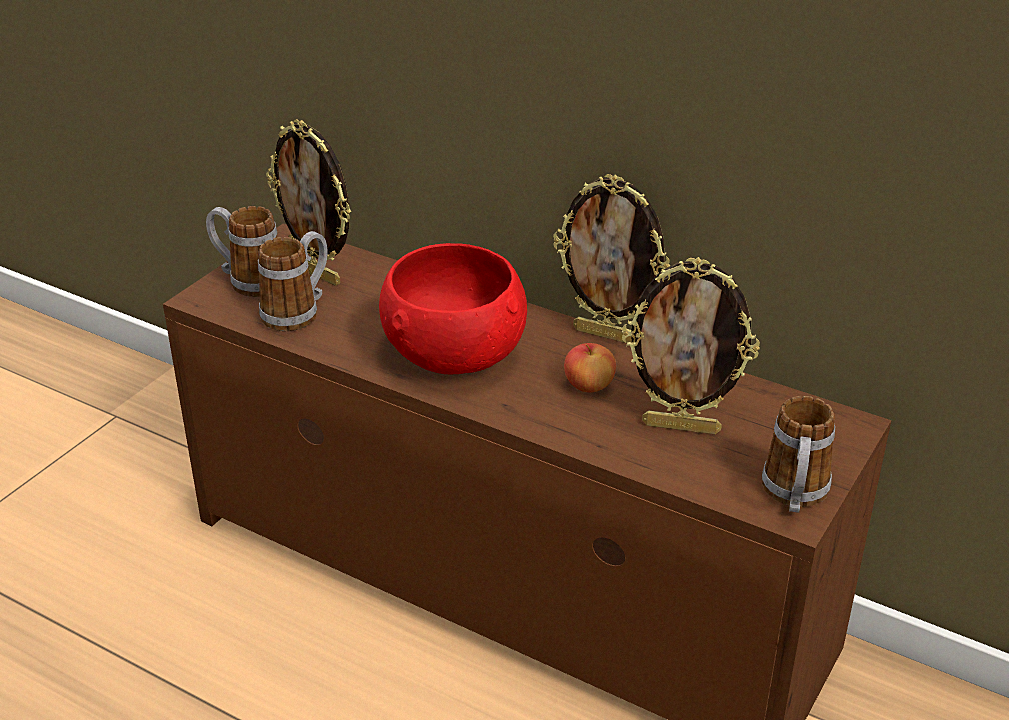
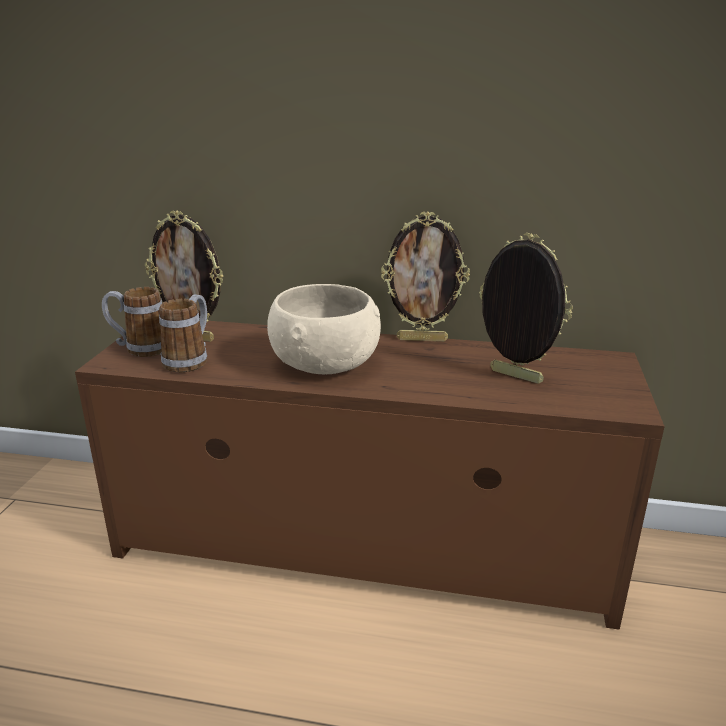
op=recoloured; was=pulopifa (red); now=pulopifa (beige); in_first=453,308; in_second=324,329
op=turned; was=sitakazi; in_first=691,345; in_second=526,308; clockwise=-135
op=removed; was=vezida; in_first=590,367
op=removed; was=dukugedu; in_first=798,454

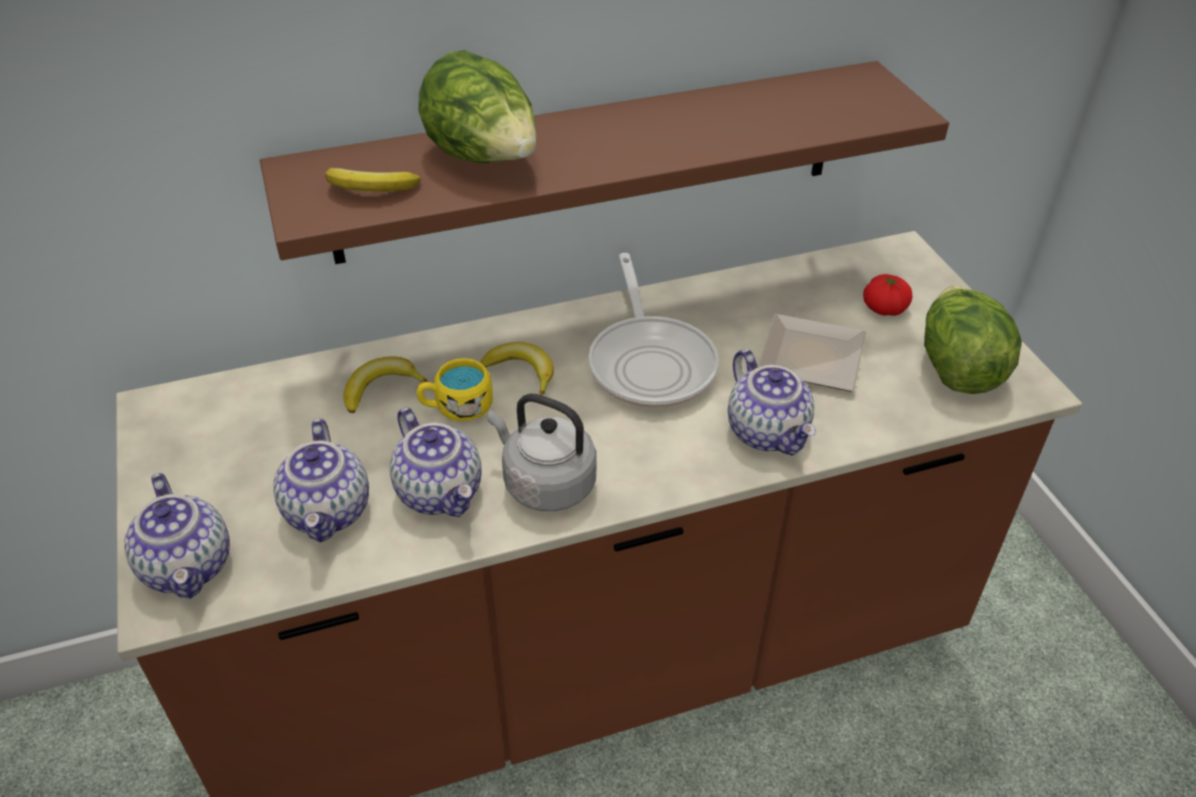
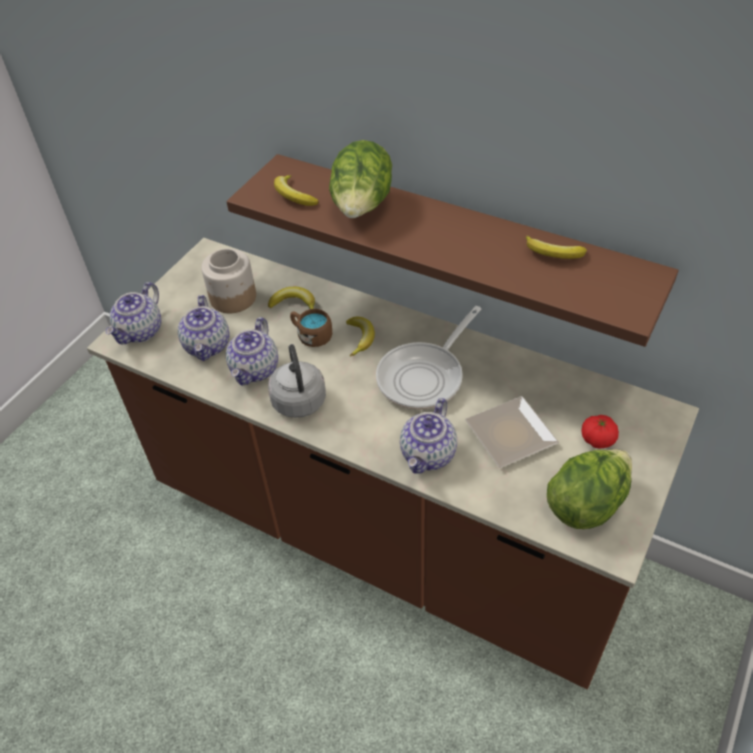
op=recoloured; was=dukugedu (yellow); now=dukugedu (brown); in_first=455,389; in_second=311,328
op=turned; was=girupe; in_first=321,480; in_second=203,328; clockwise=-45
op=added; now=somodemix; in_second=556,247
op=added; now=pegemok; in_second=228,280

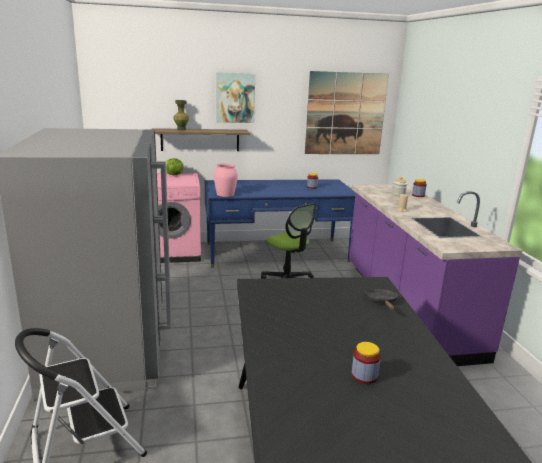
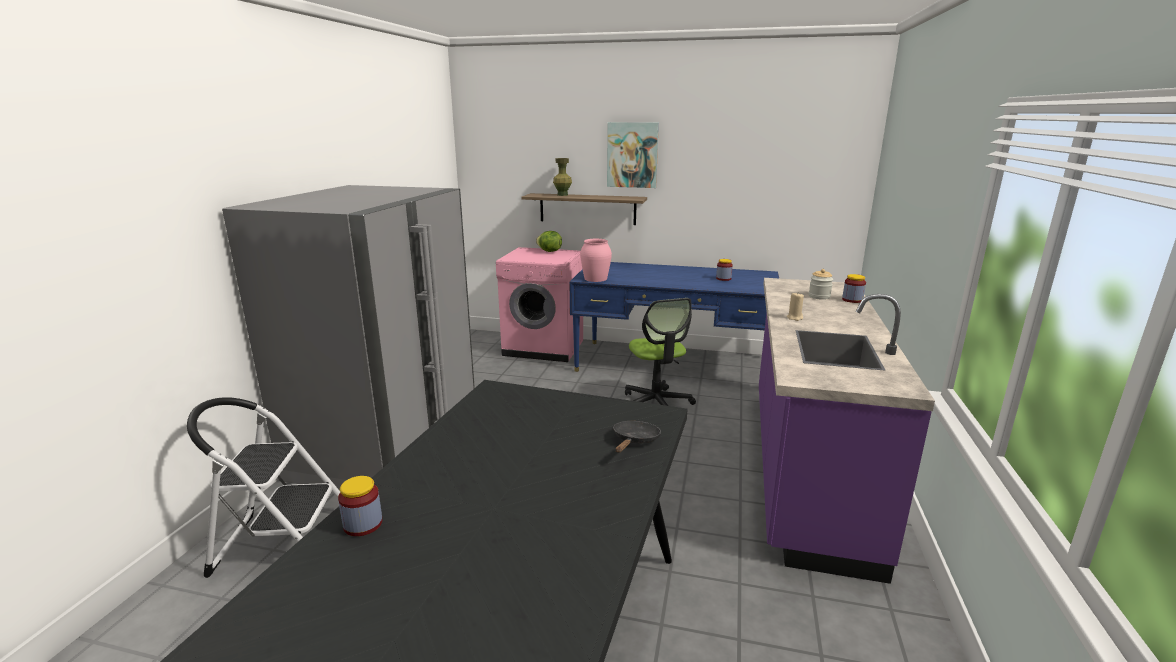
op=removed; was=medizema; in_first=347,112
op=moved; was=pegemok; in_first=366,363; in_second=360,506

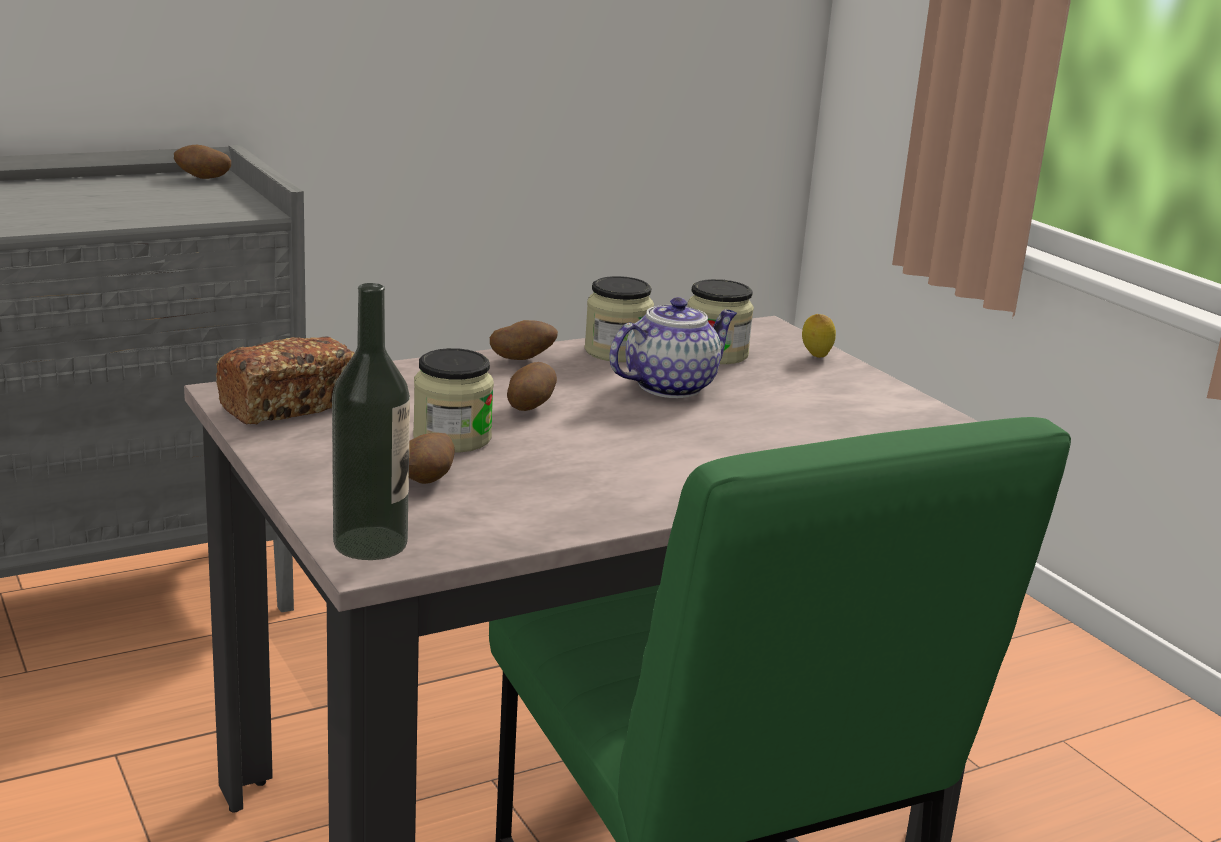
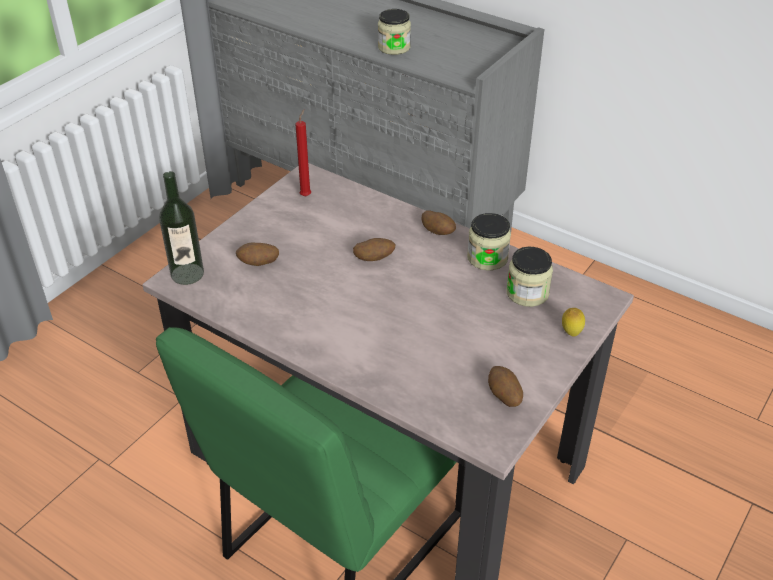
op=moved; was=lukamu; in_first=202,162; in_second=505,386
op=removed; was=girupe; in_first=673,347
op=replaced; was=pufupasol; now=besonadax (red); in_first=285,380; in_second=303,153
op=moved; was=pegemok; in_first=453,400; in_second=394,32

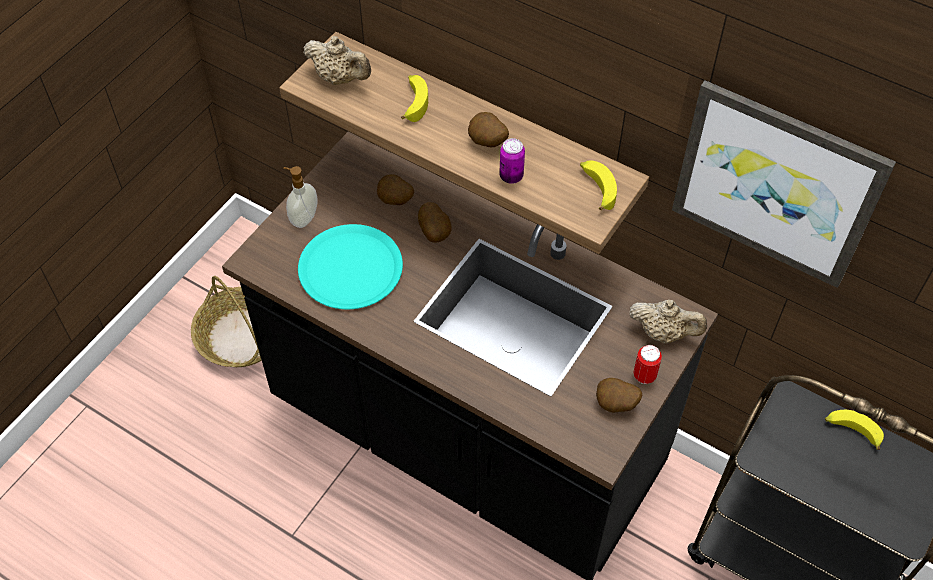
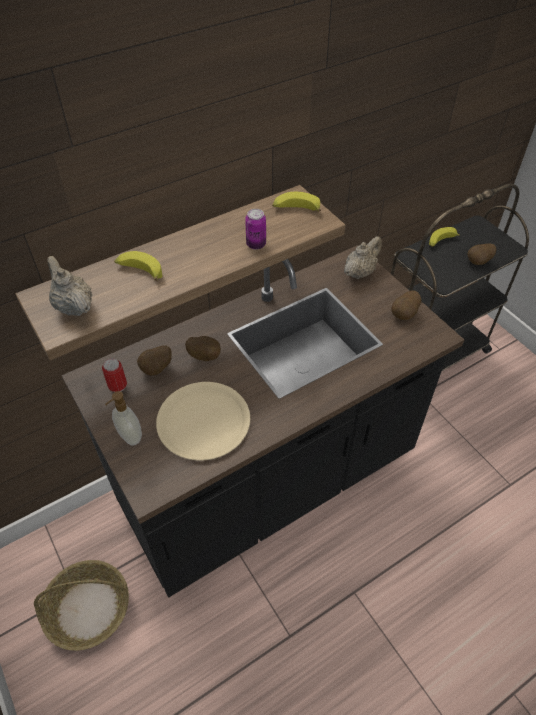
op=turned; was=girupe (beige); in_first=337,60; in_second=69,286; clockwise=-90
op=removed; was=medizema; in_first=784,184
op=moved; was=lukamu; in_first=488,129; in_second=481,254
op=recoloured; was=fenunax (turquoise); now=fenunax (beige); in_first=350,266; in_second=203,421
op=moved; was=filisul; in_first=648,364; in_second=114,375

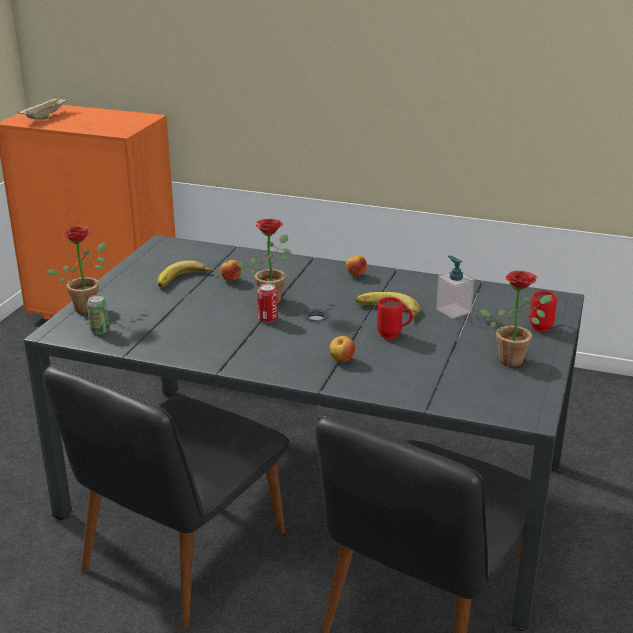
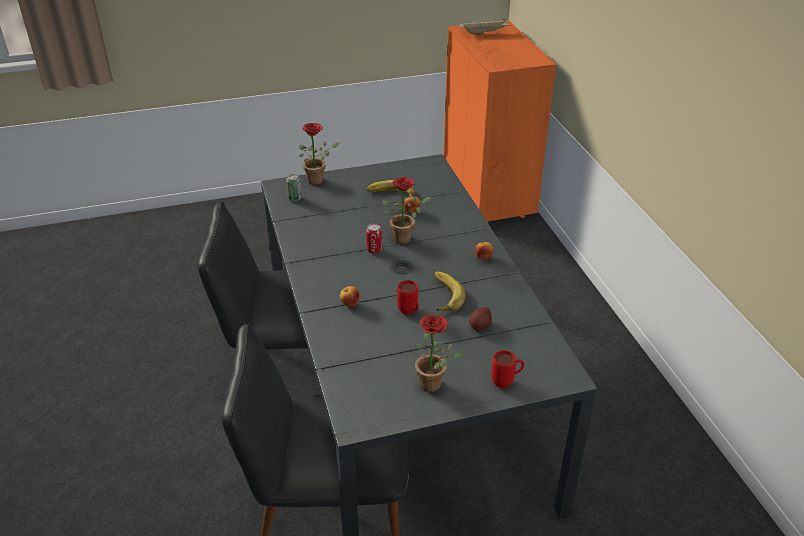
op=replaced; was=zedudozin; now=lukamu; in_first=455,287; in_second=480,319

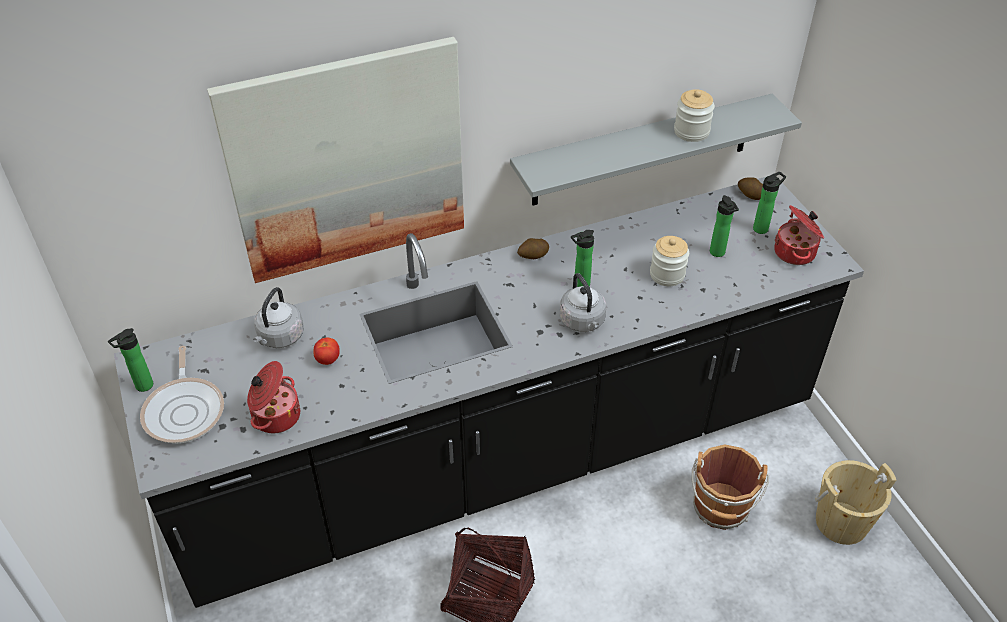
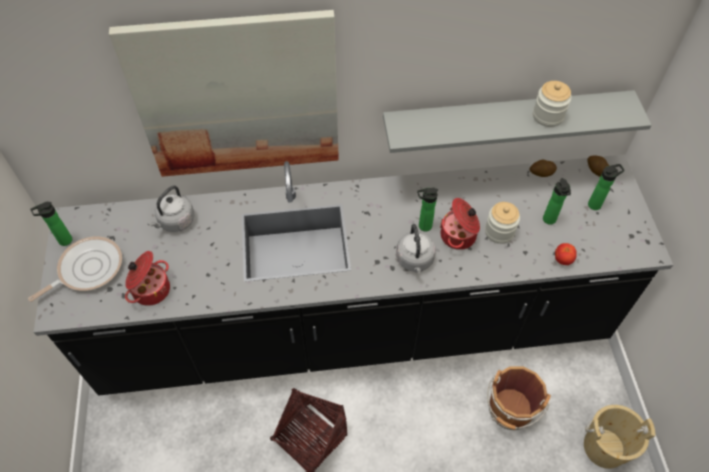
op=moved; was=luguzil; in_first=799,235; in_second=460,224
op=moved; was=lukamu; in_first=533,248; in_second=543,168
op=moved; was=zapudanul; in_first=326,351; in_second=566,254
op=turned; was=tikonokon; in_first=182,394; in_second=75,269; clockwise=-135

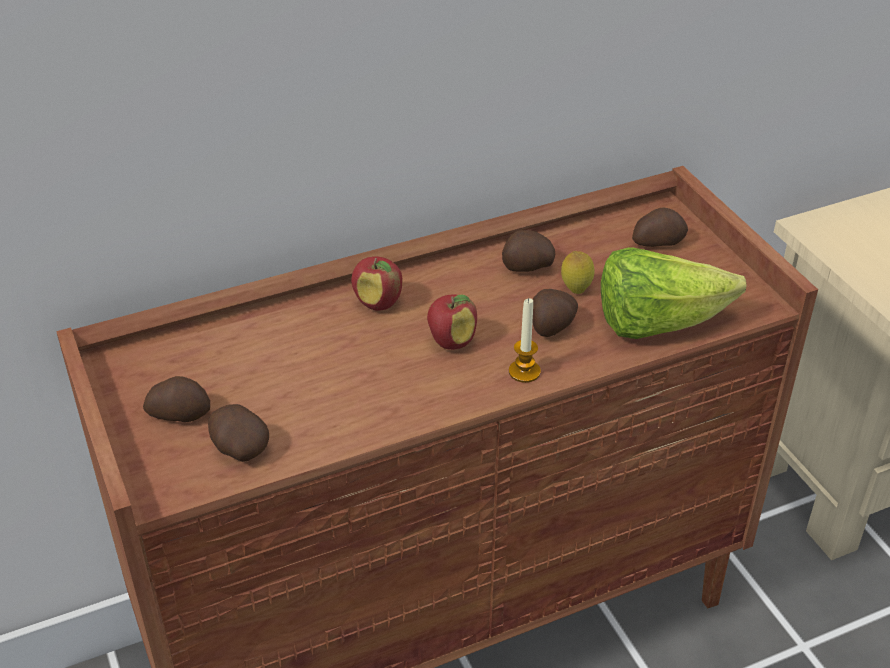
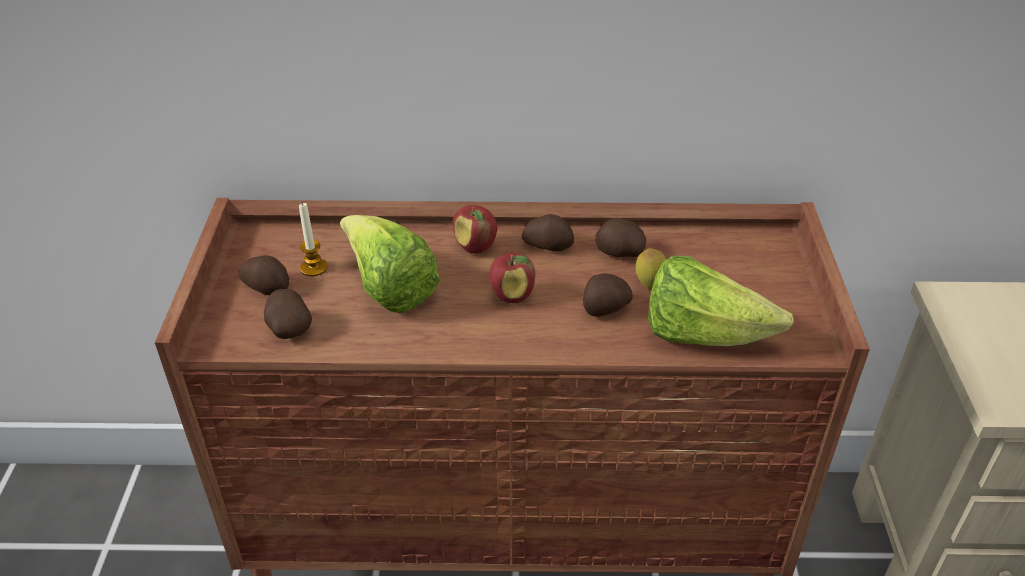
op=moved; was=lukamu; in_first=660,227; in_second=548,233
op=moved; was=besonadax; in_first=525,340; in_second=313,239
op=added; now=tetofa; in_second=390,264

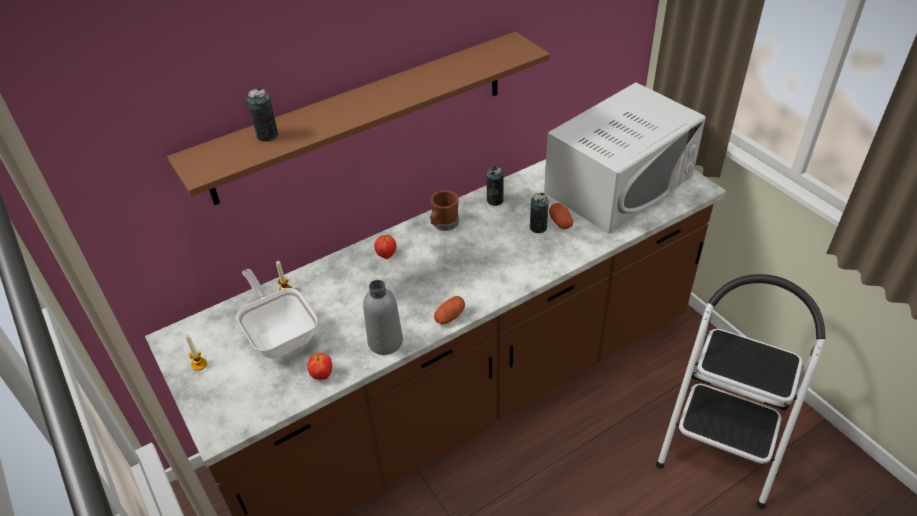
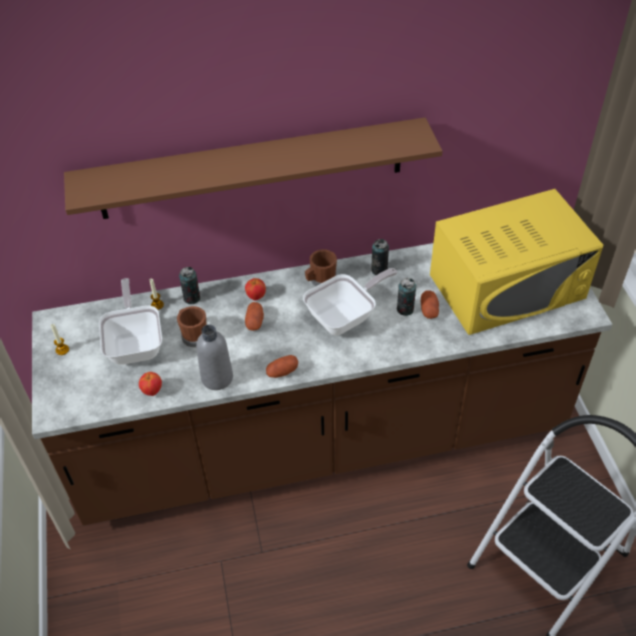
op=recoloured; was=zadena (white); now=zadena (yellow); in_first=625,158; in_second=516,262
op=moved; was=filisul; in_first=262,115; in_second=189,285
op=added; now=tikonokon; in_second=350,301
op=added; now=lukamu; in_second=254,316
op=added; now=dukugedu (brown); in_second=192,326

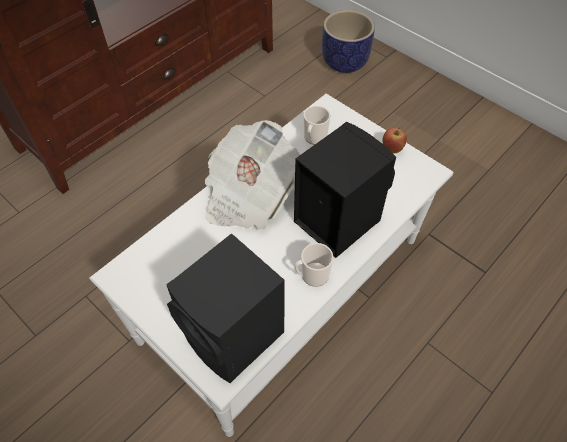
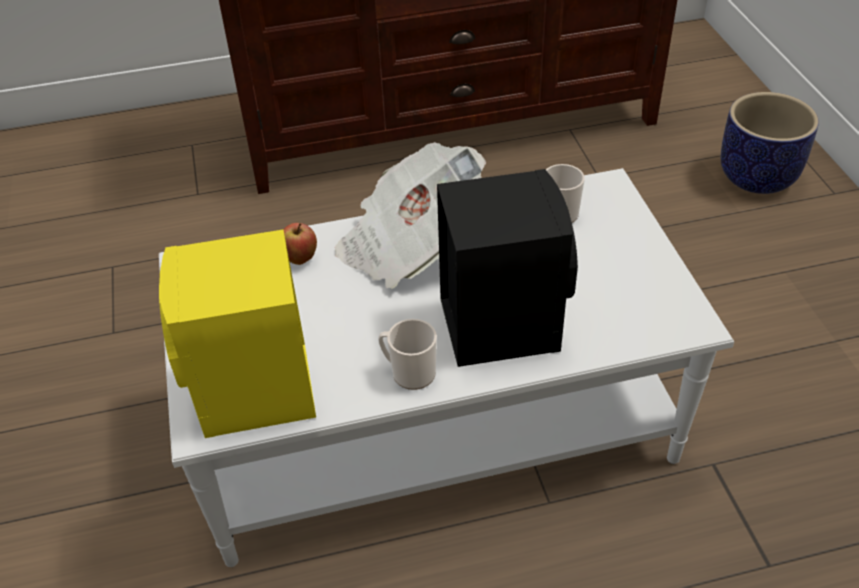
op=moved; was=vezida; in_first=394,141; in_second=300,244
op=recoloured; was=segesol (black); now=segesol (yellow); in_first=225,308; in_second=237,333

